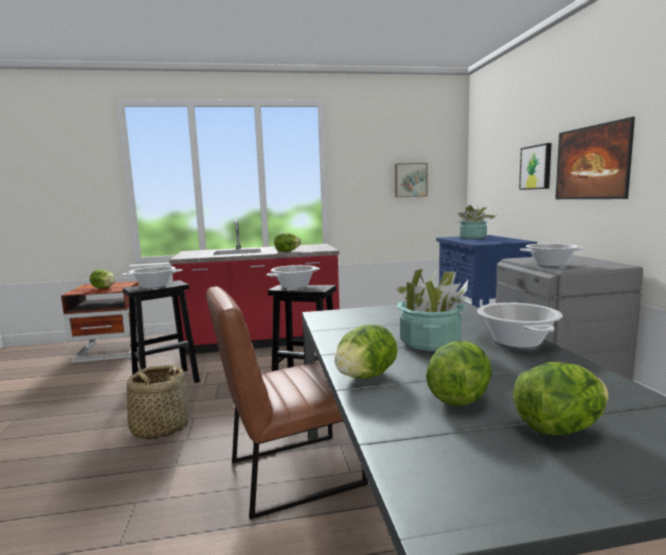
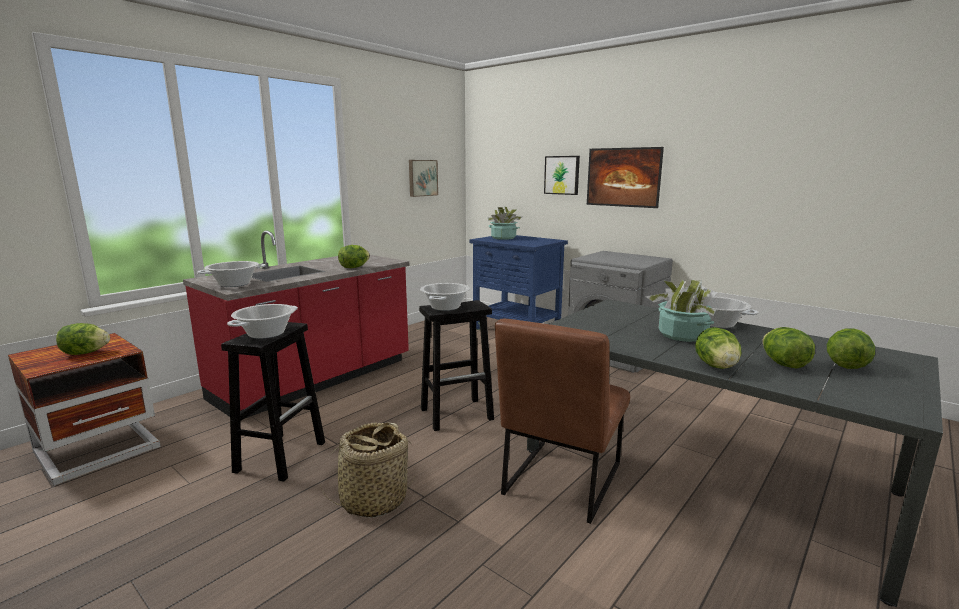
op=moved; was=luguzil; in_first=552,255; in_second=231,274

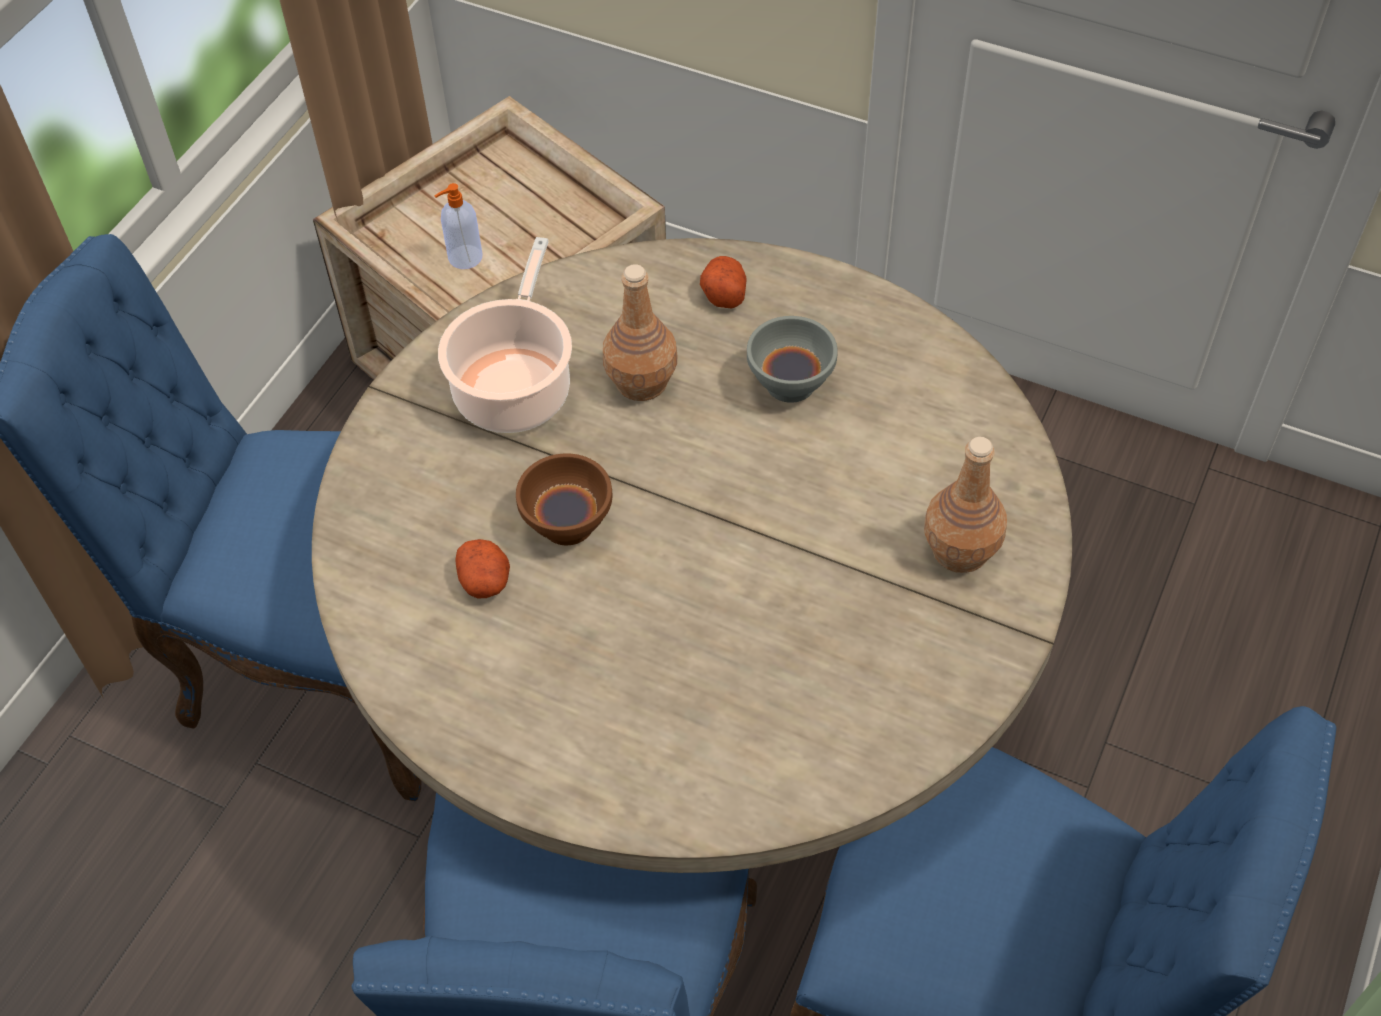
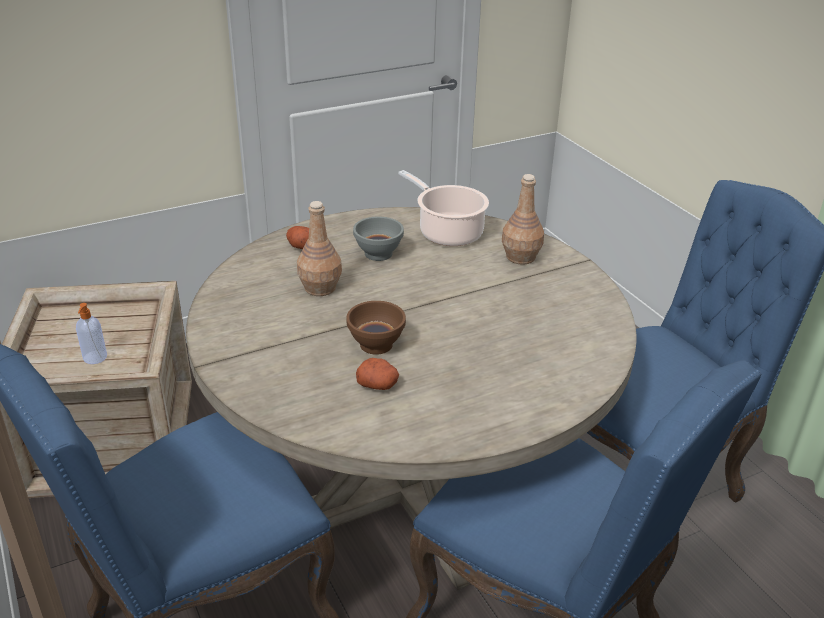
op=moved; was=luguzil; in_first=505,335; in_second=443,208

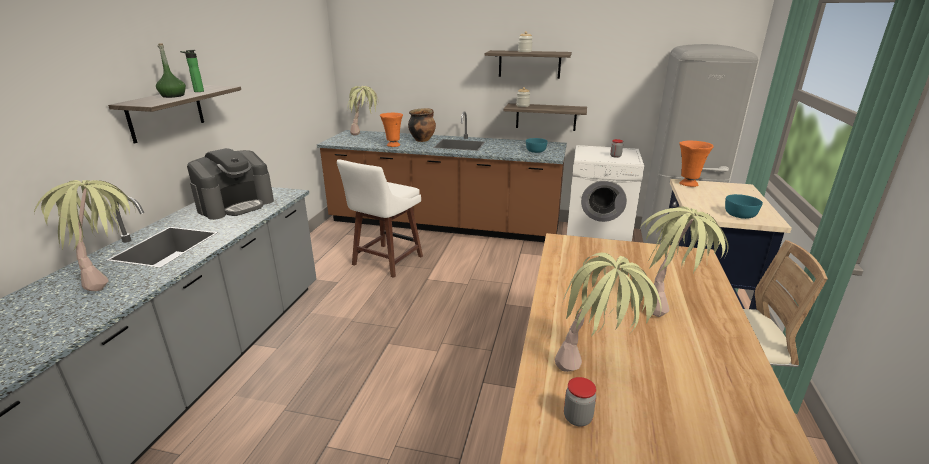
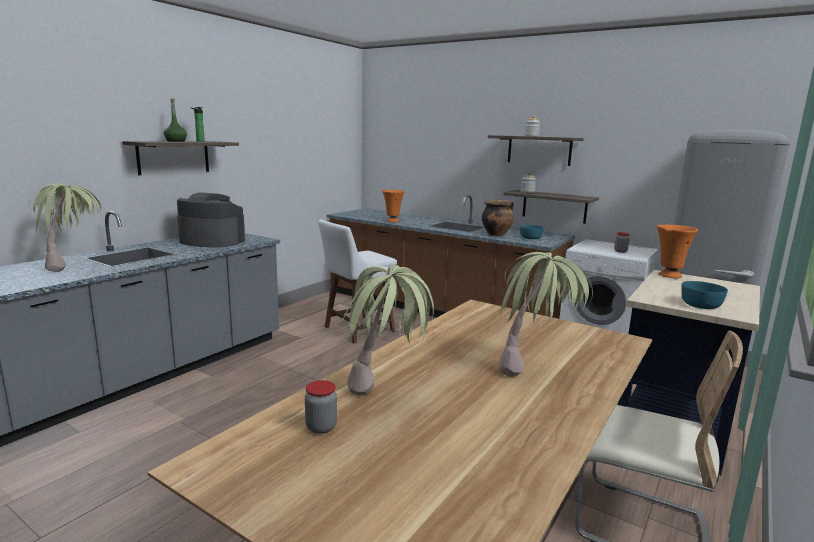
op=removed; was=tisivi; in_first=362,111
op=moved; was=luguzil; in_first=422,125; in_second=498,218
op=turned; was=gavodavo; in_first=230,184; in_second=211,219; clockwise=-135

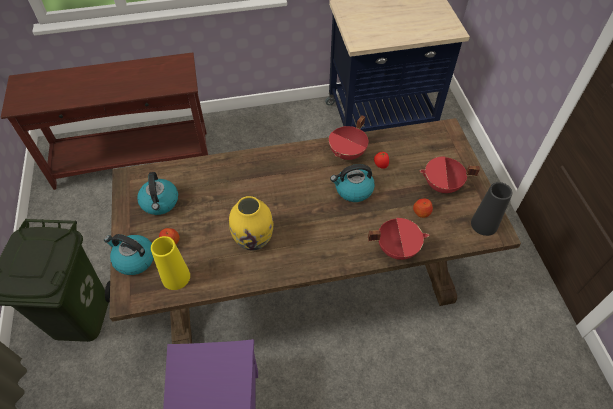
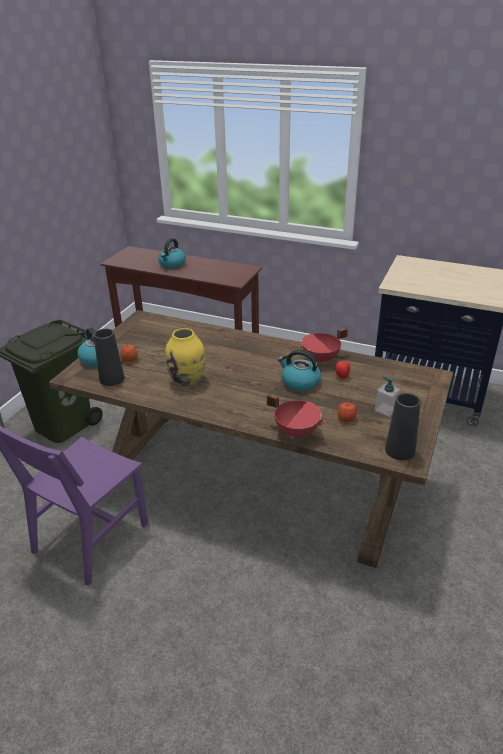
op=replaced; was=luguzil (red); now=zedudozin; in_first=450,175; in_second=388,396
op=moved; was=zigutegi; in_first=157,193; in_second=172,253
op=recoloured; was=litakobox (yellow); now=litakobox (black); in_first=170,263; in_second=109,357

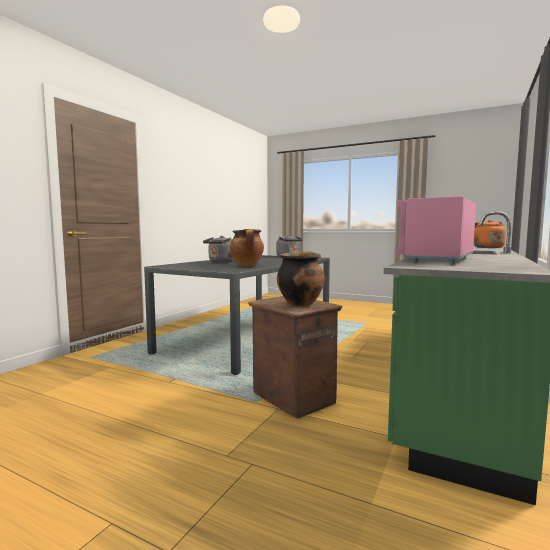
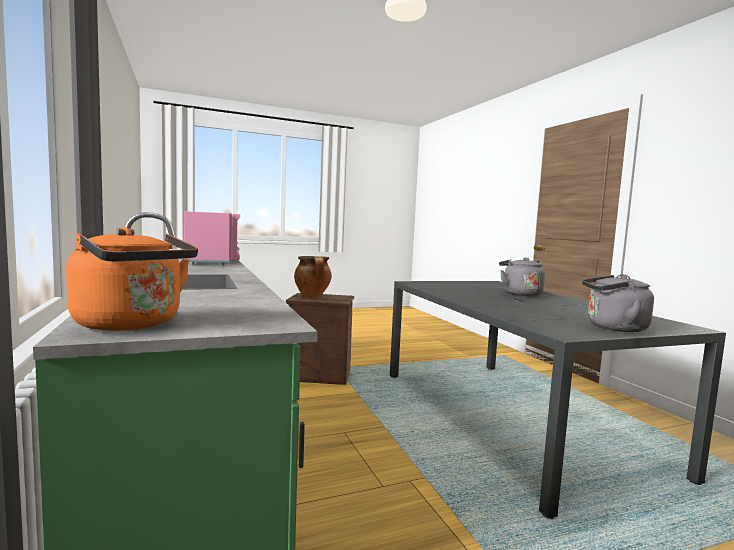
op=removed; was=luguzil; in_first=247,248

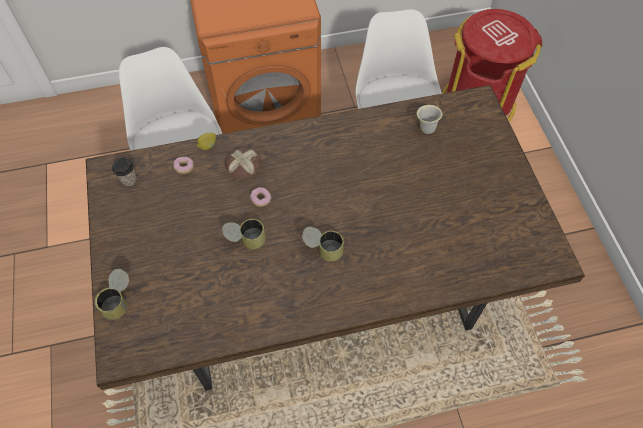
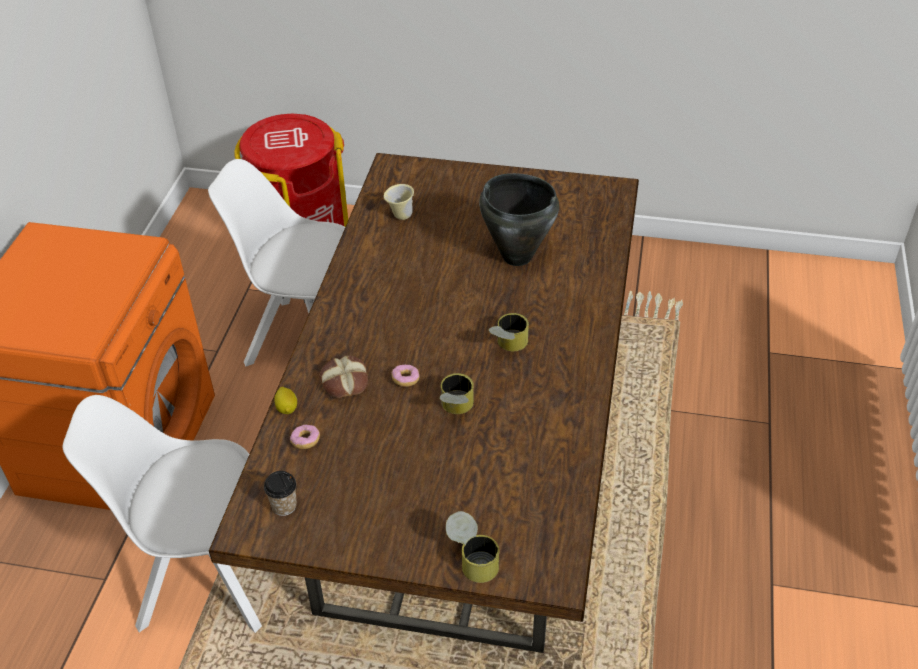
op=added; now=luguzil (black); in_second=519,219

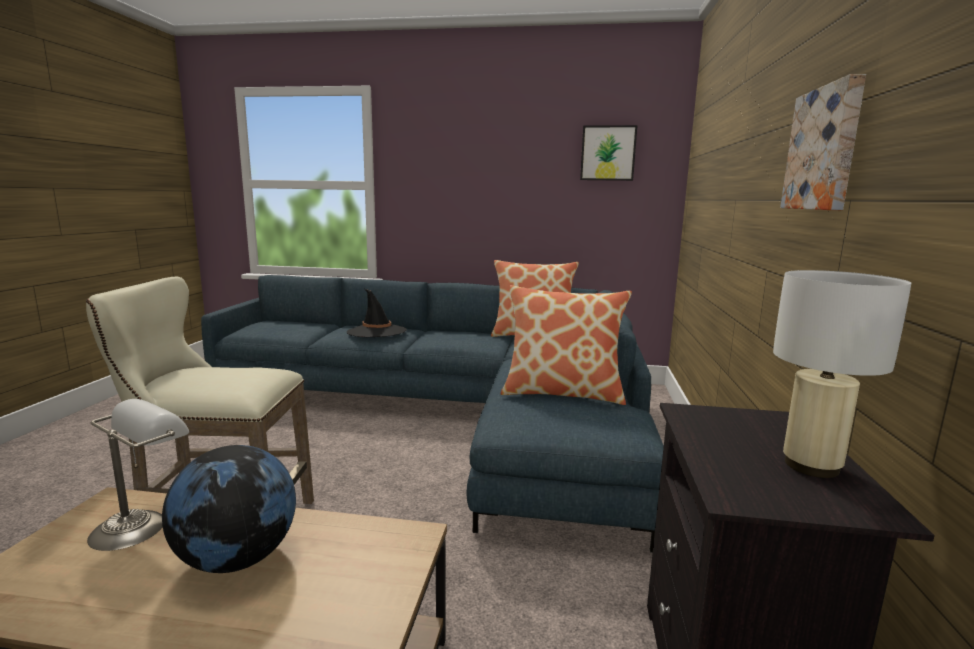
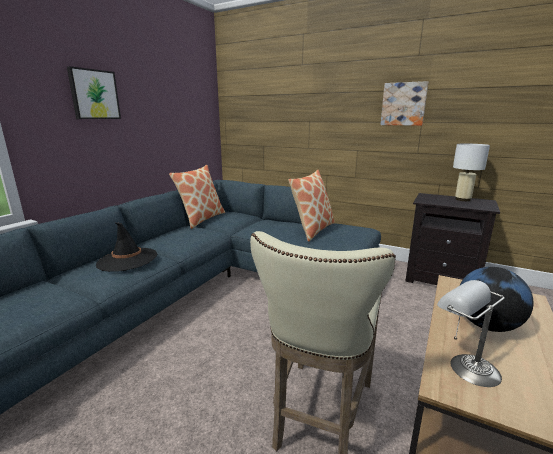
op=moved; was=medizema; in_first=609,153; in_second=94,92

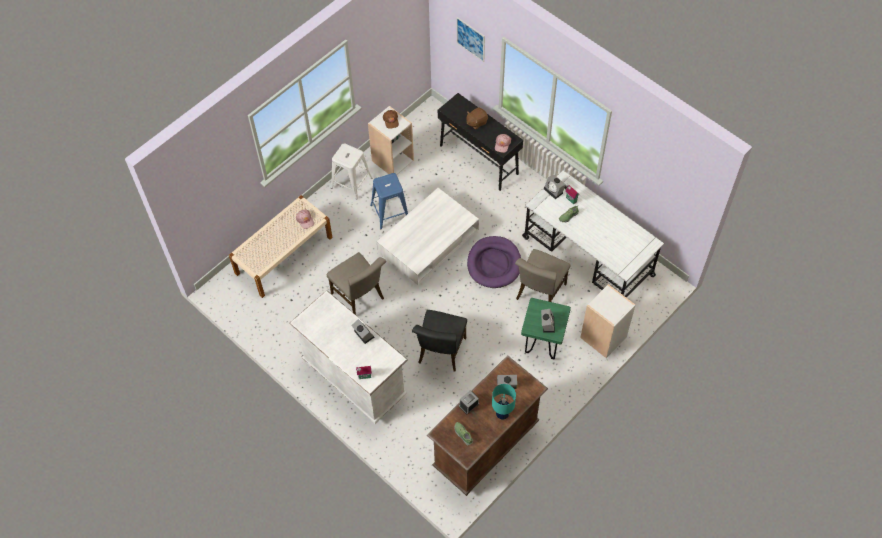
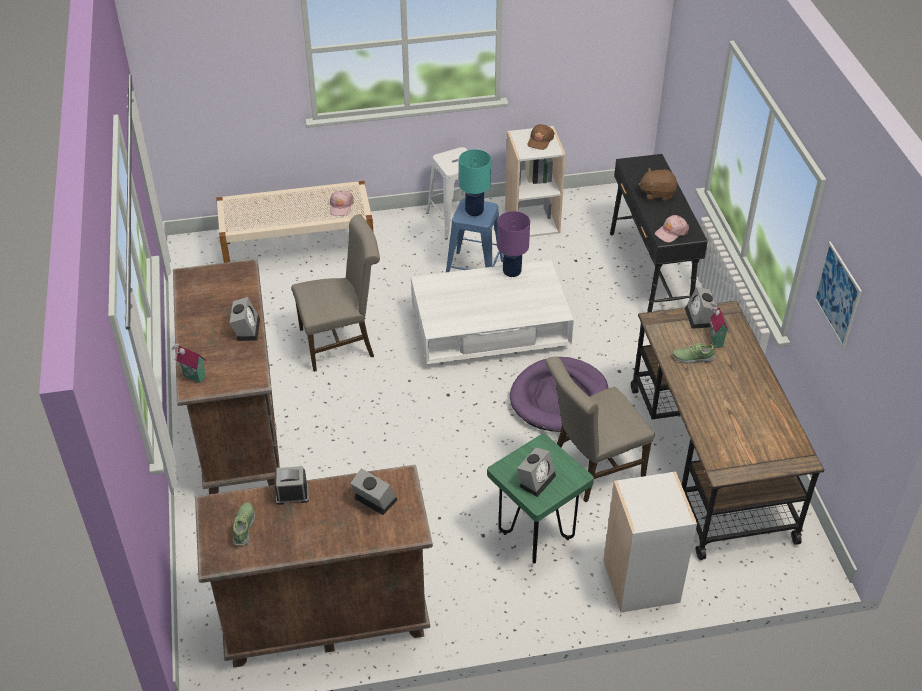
op=moved; was=medizema; in_first=470,39; in_second=838,294
op=recoloured; was=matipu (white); now=matipu (brown); in_first=593,234; in_second=727,430
op=turned; was=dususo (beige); in_first=356,283; in_second=335,293; clockwise=-105
op=recoloured; was=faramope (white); now=faramope (brown); in_first=348,357; in_second=226,376
op=removed; was=dususo (black); in_first=439,341
op=moved; was=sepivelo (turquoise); in_first=504,402; in_second=475,182
op=added; now=sepivelo (purple); in_second=513,244

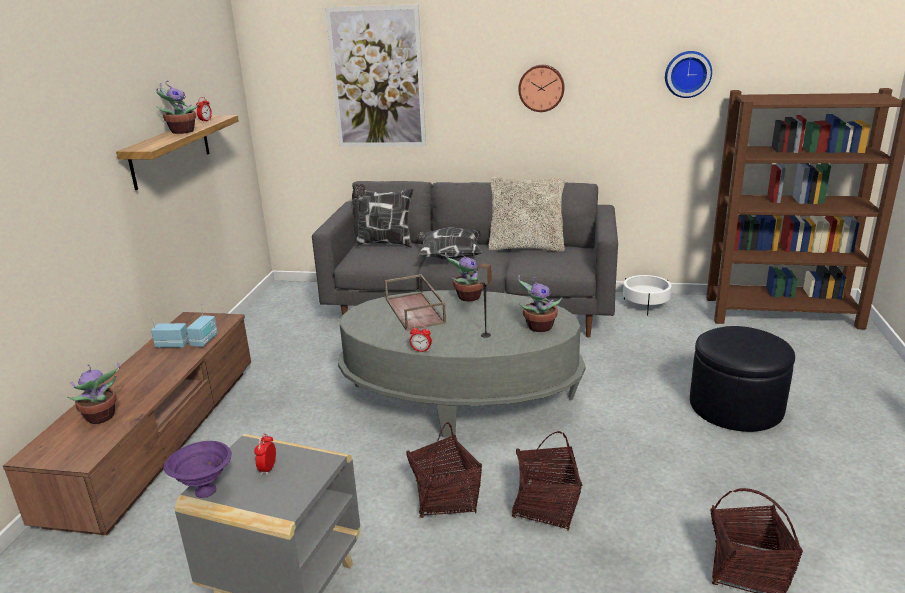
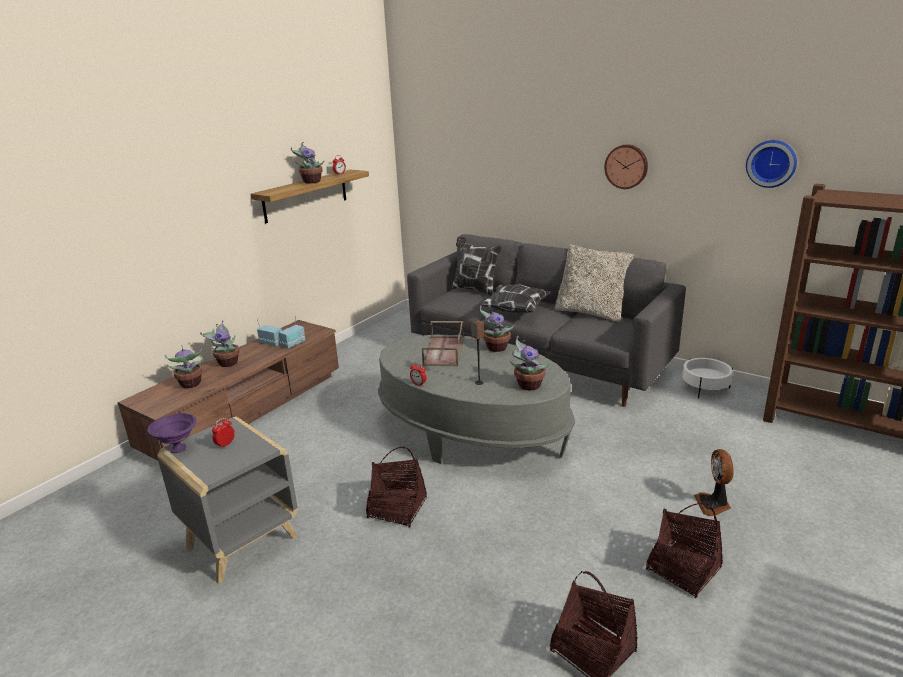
op=removed; was=medizema; in_first=375,75
op=replaced; was=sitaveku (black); now=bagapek; in_first=742,379; in_second=714,482
op=moved; was=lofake; in_first=547,481; in_second=684,550
op=added; now=tisivi; in_second=220,343

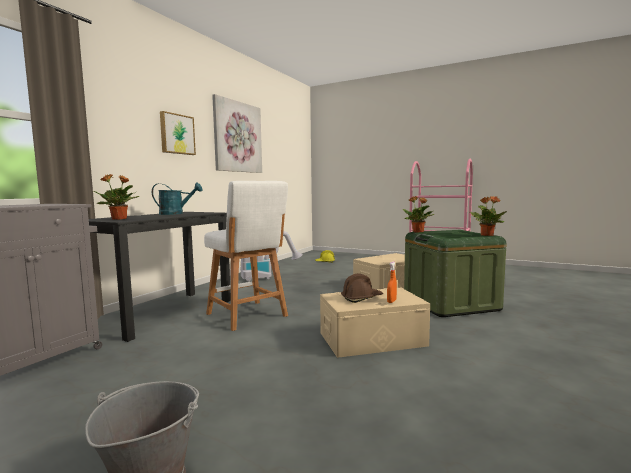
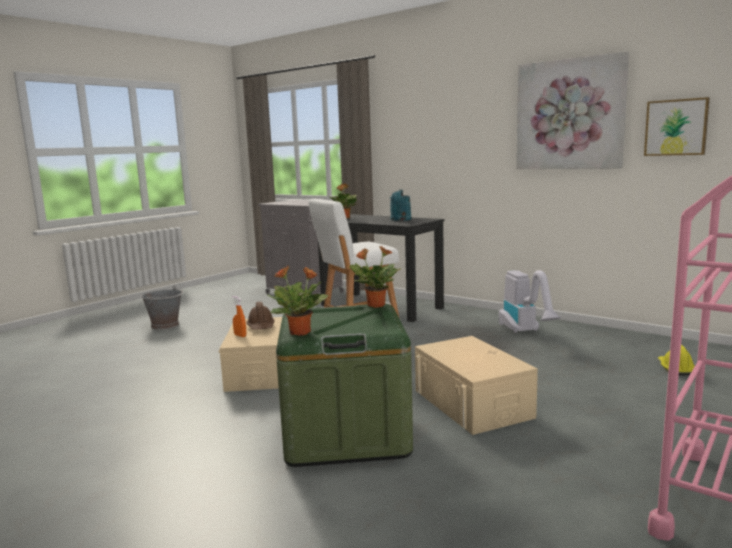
op=moved; was=medizema; in_first=178,133; in_second=677,126

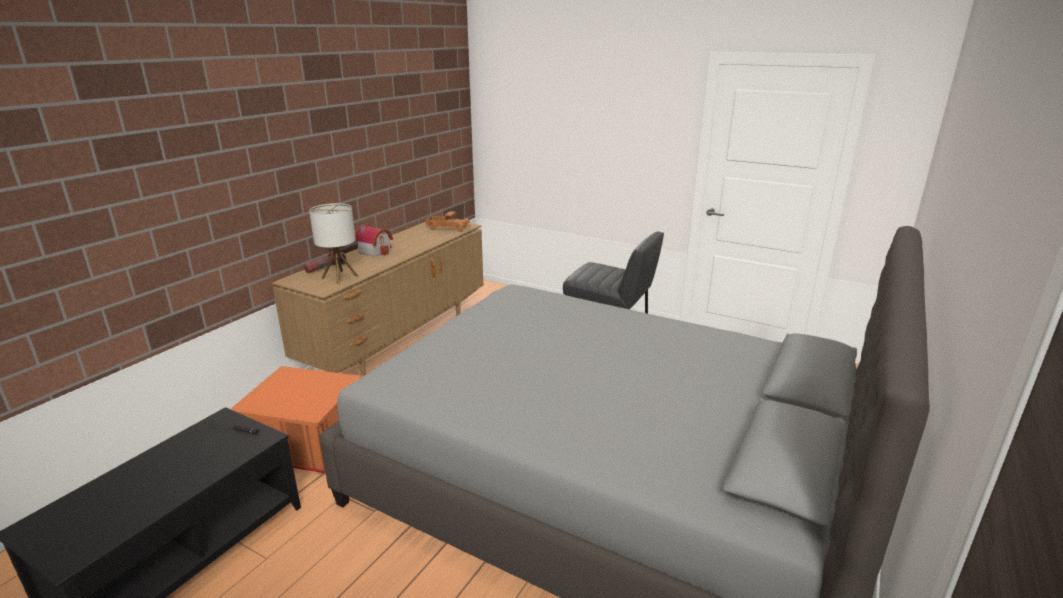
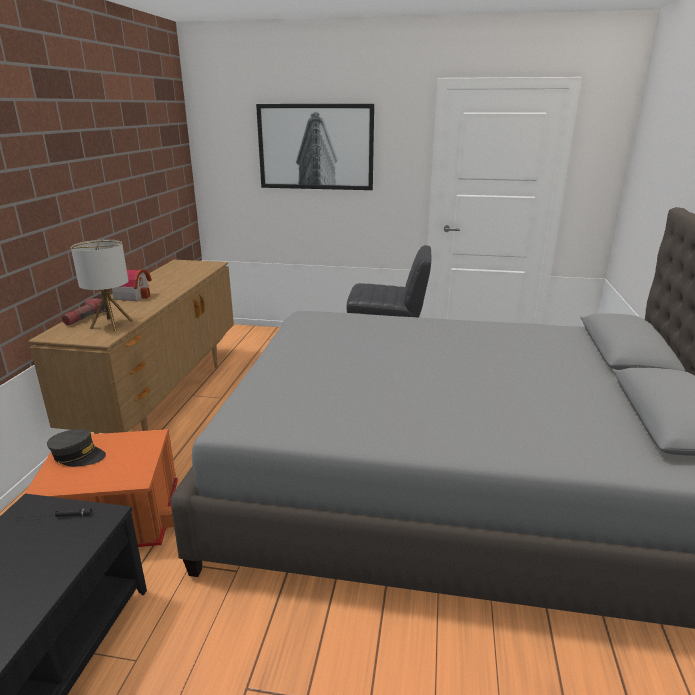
op=removed; was=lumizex; in_first=448,221
op=added; now=medizema; in_second=315,147
op=added; now=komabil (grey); in_second=76,448

